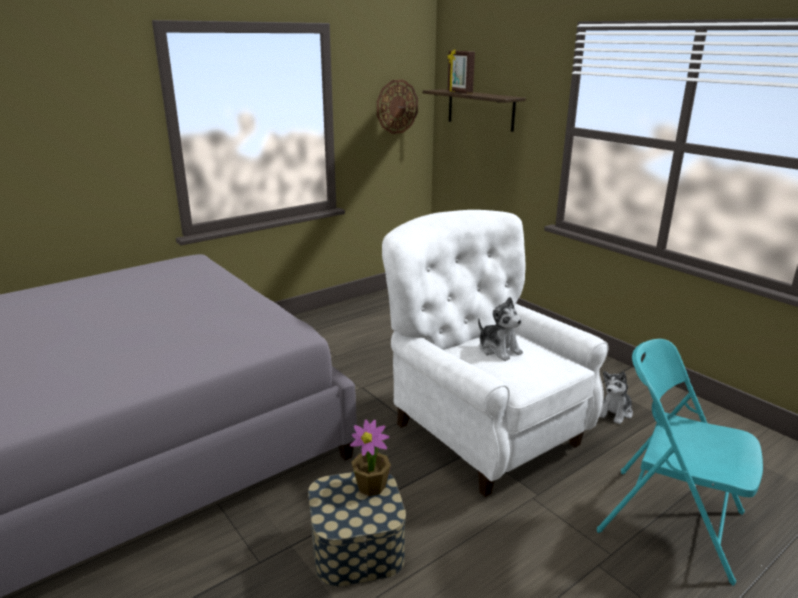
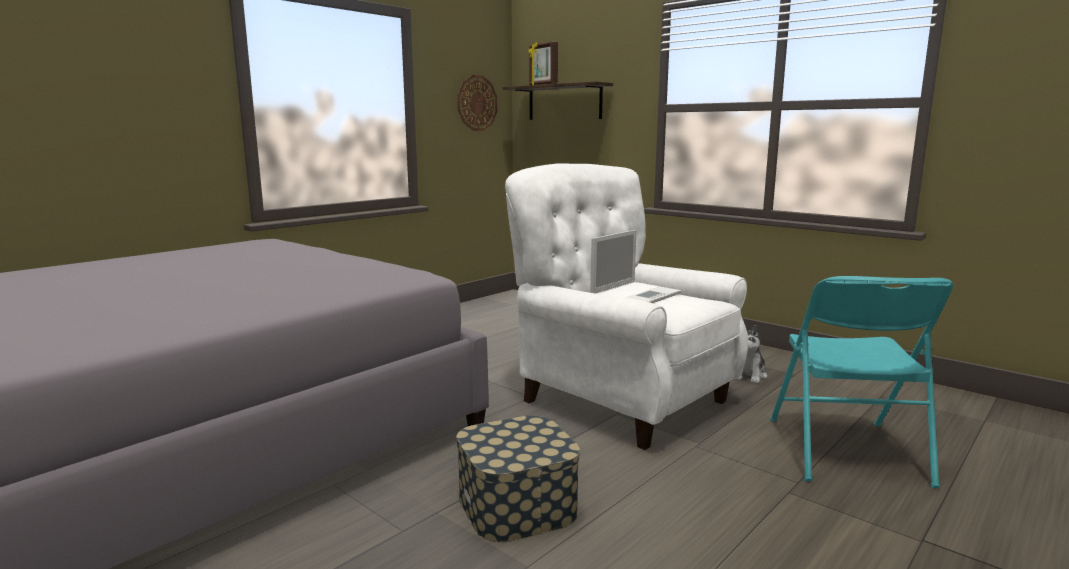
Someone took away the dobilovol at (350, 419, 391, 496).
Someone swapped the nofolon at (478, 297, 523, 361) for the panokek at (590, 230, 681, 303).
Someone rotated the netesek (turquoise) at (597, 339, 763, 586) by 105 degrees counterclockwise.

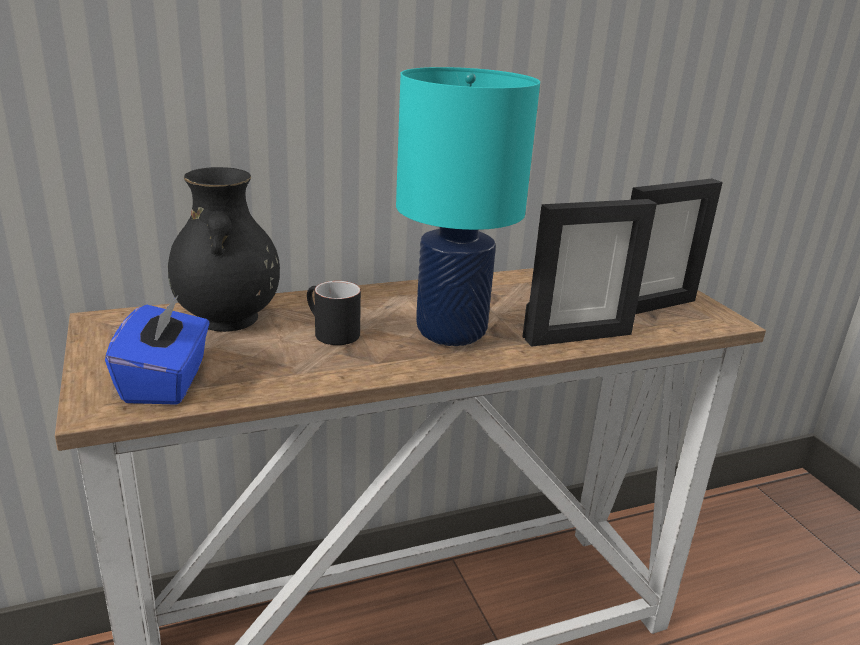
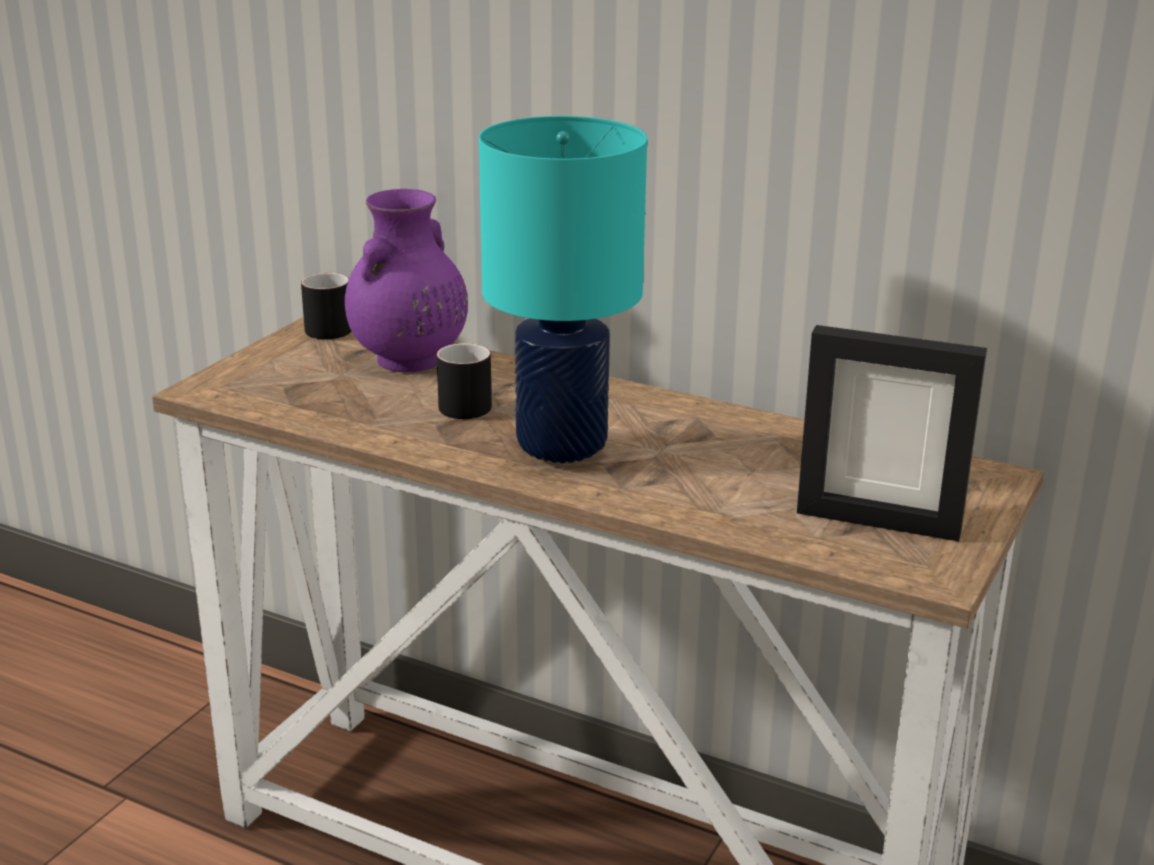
Someone took away the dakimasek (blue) at (105, 295, 209, 405).
Someone repainted the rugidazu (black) at (168, 167, 280, 332), which became the rugidazu (purple) at (345, 189, 468, 372).
Someone took away the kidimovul at (522, 199, 657, 347).
Someone put down the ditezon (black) at (301, 273, 351, 339).

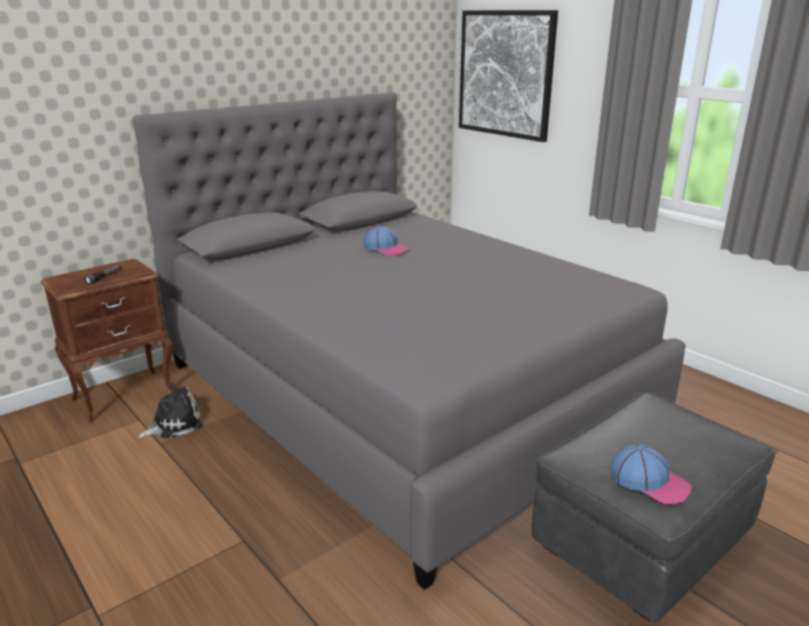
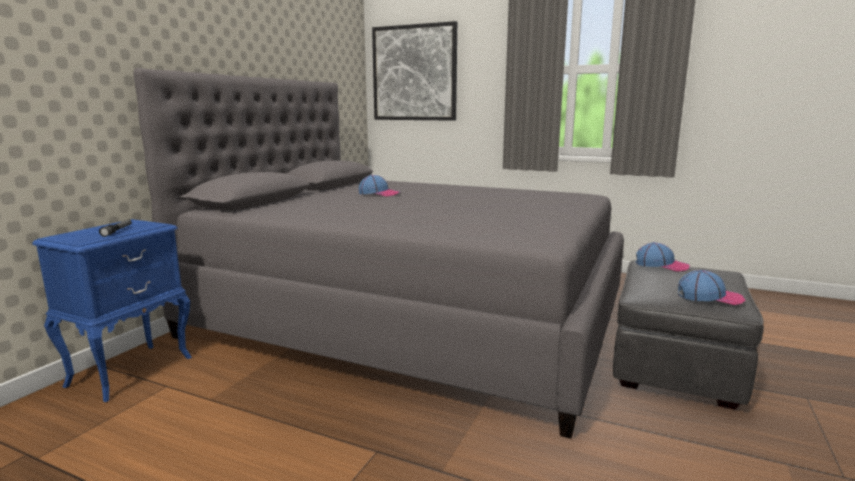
Someone repainted the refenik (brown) at (41, 259, 174, 424), which became the refenik (blue) at (32, 219, 192, 403).
Someone took away the nofolon at (138, 383, 203, 438).
Someone put down the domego at (635, 242, 690, 272).

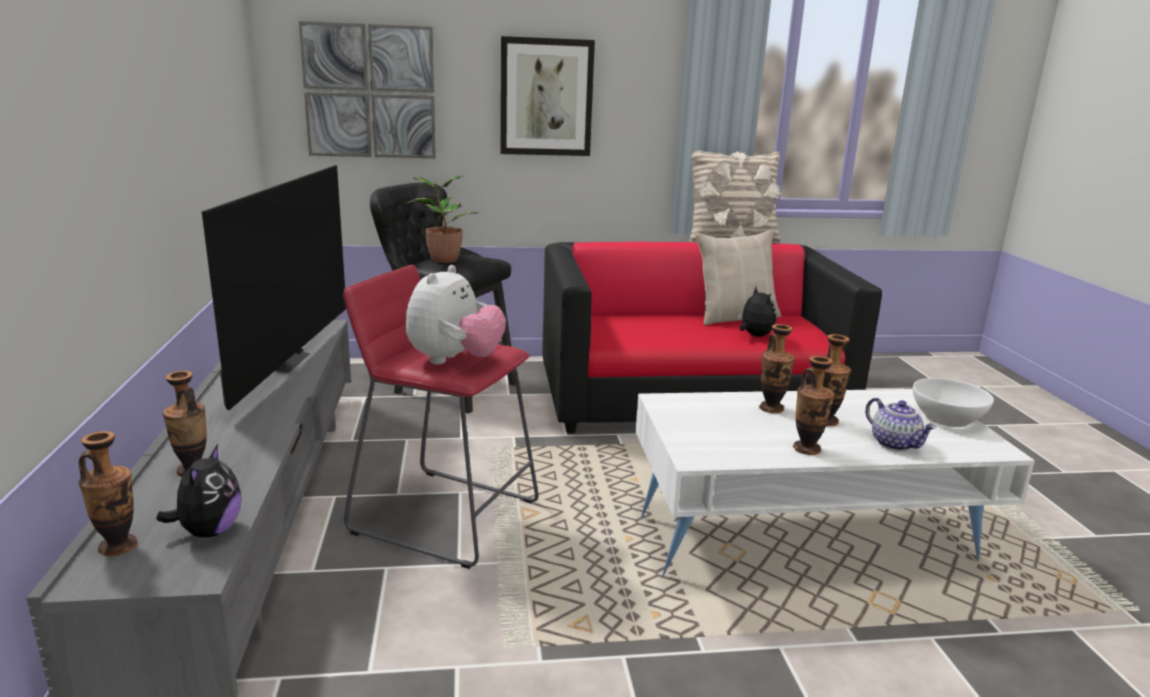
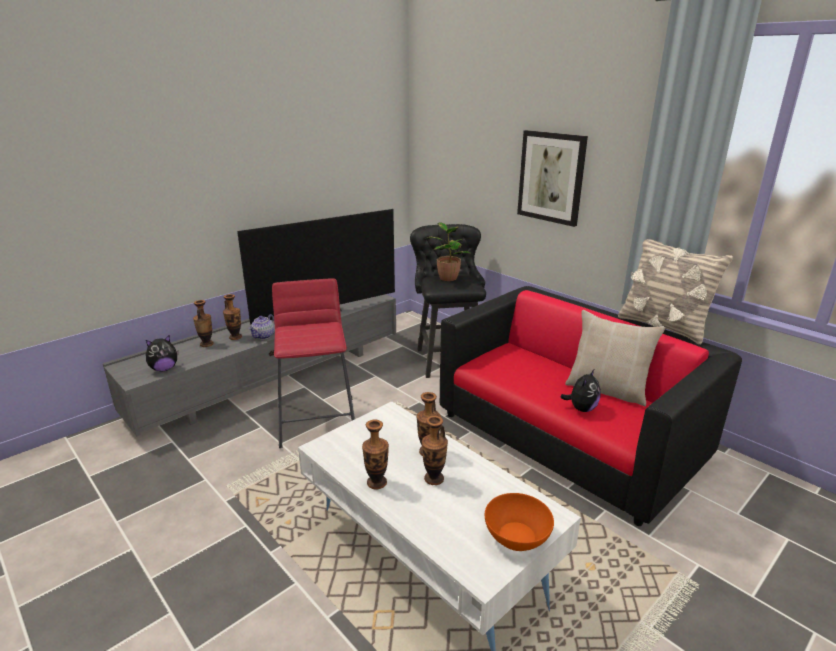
Someone carried the rugidazu from (79, 431, 137, 556) to (223, 294, 242, 340).
Someone took away the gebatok at (299, 21, 436, 158).
Someone took away the nofolon at (406, 265, 506, 364).
Someone carried the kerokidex from (865, 398, 936, 451) to (248, 314, 275, 340).
Someone repainted the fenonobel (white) at (913, 378, 994, 427), which became the fenonobel (orange) at (485, 493, 554, 551).

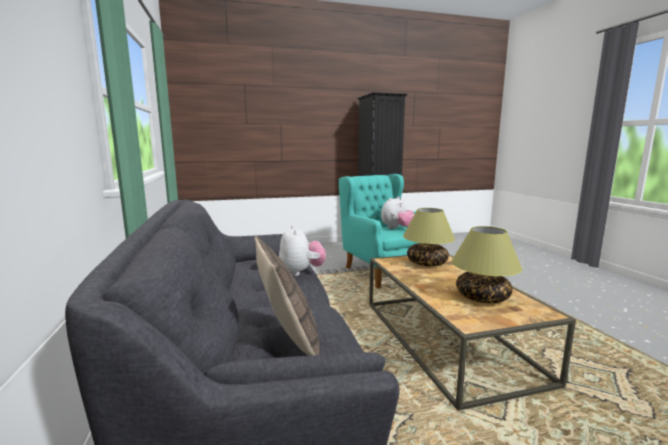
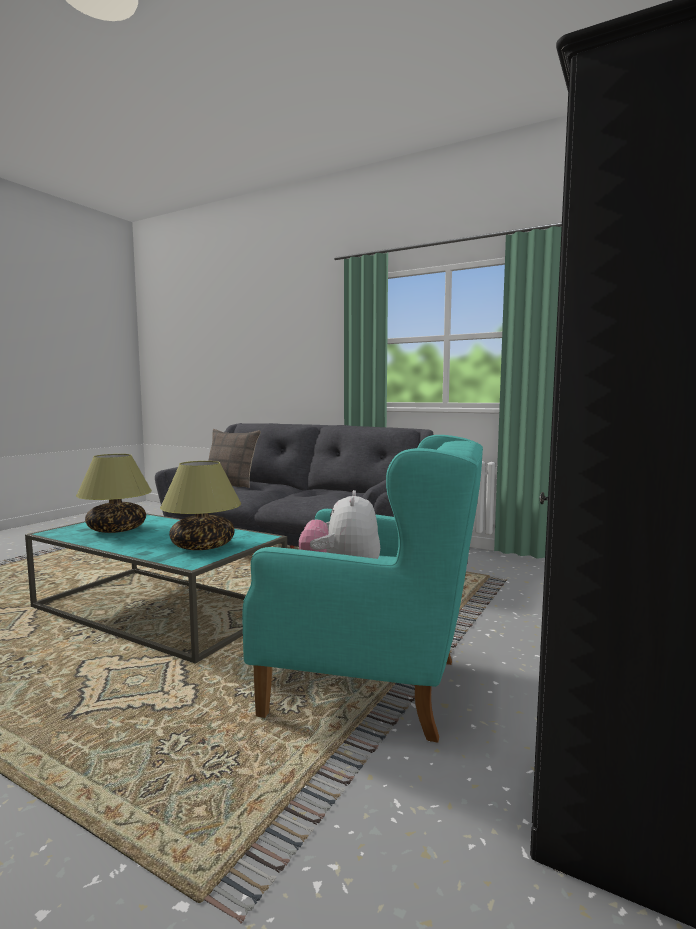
Someone took away the nofolon at (279, 225, 326, 276).
Someone repainted the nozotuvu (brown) at (369, 254, 576, 411), which became the nozotuvu (turquoise) at (25, 513, 287, 664).

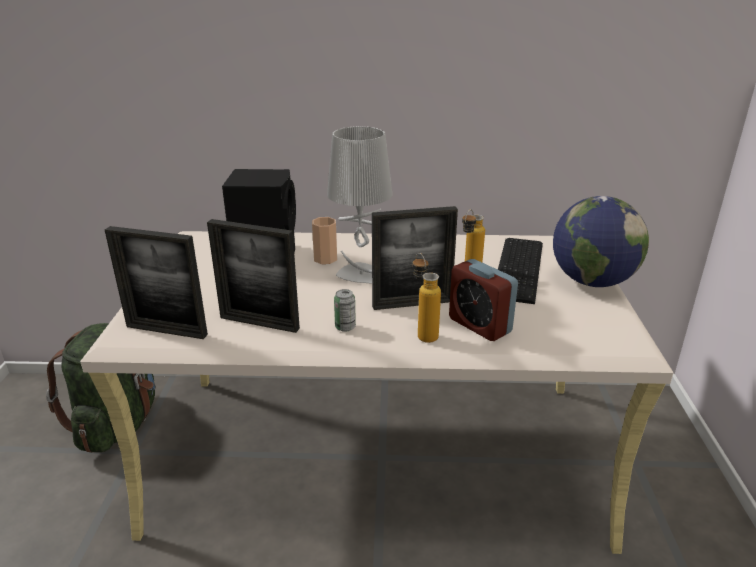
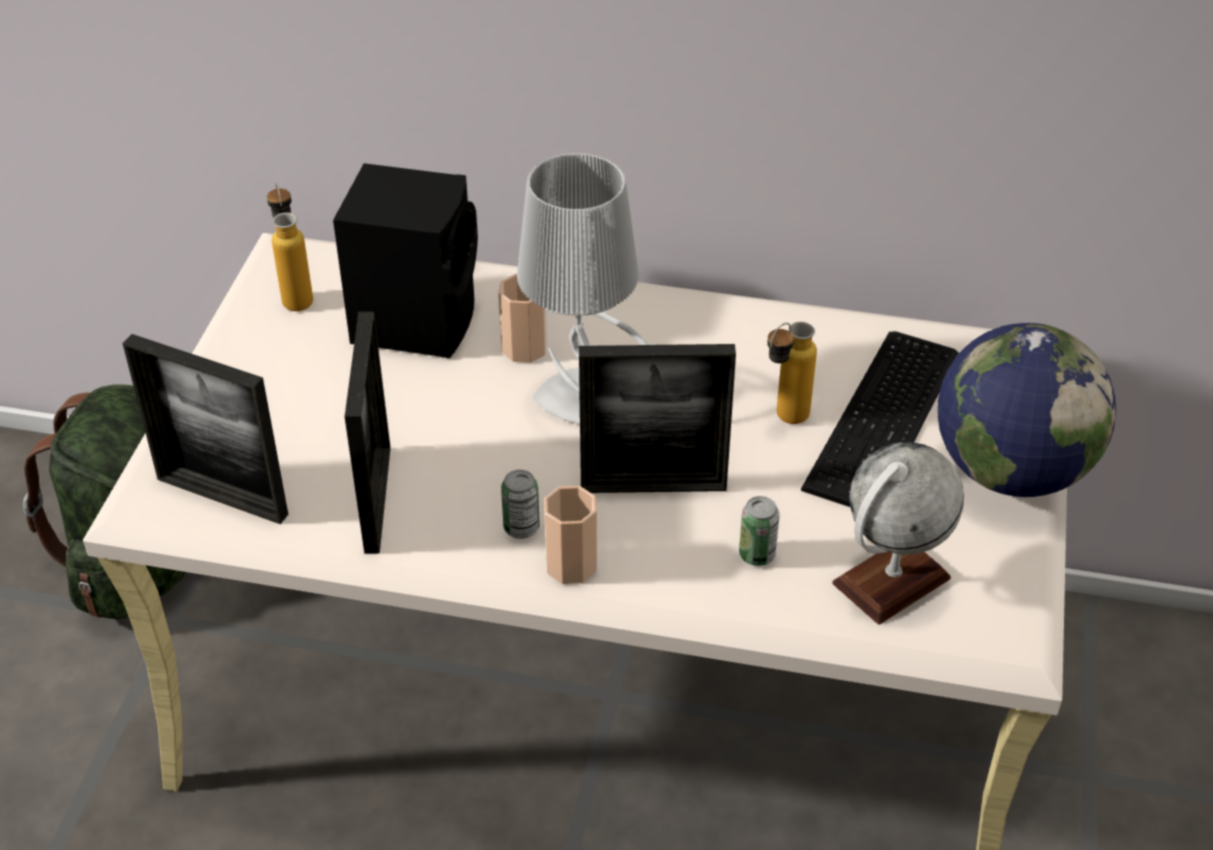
Someone rotated the kidimovul at (207, 219, 300, 333) by 120 degrees counterclockwise.
Someone carried the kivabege from (413, 253, 441, 343) to (267, 181, 313, 311).
Someone swapped the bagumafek at (449, 259, 518, 341) for the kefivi at (739, 496, 780, 566).
Someone put down the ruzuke at (544, 486, 597, 584).
Someone put down the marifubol at (832, 442, 964, 624).

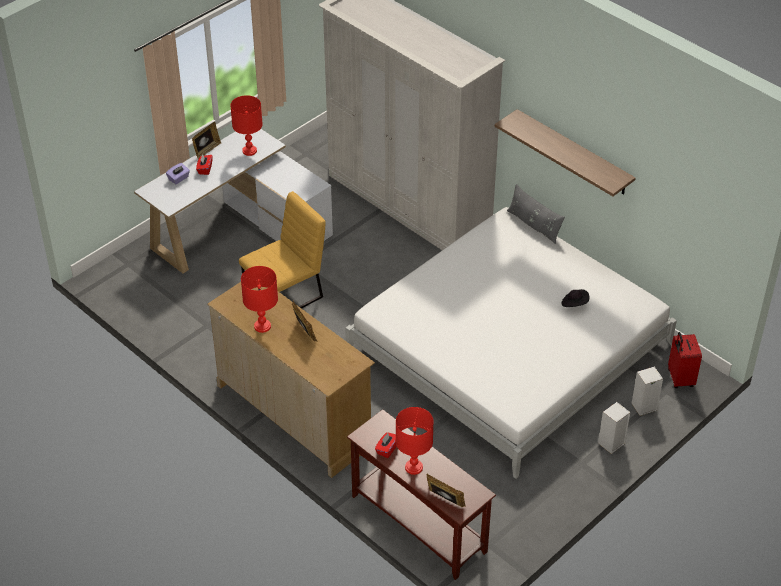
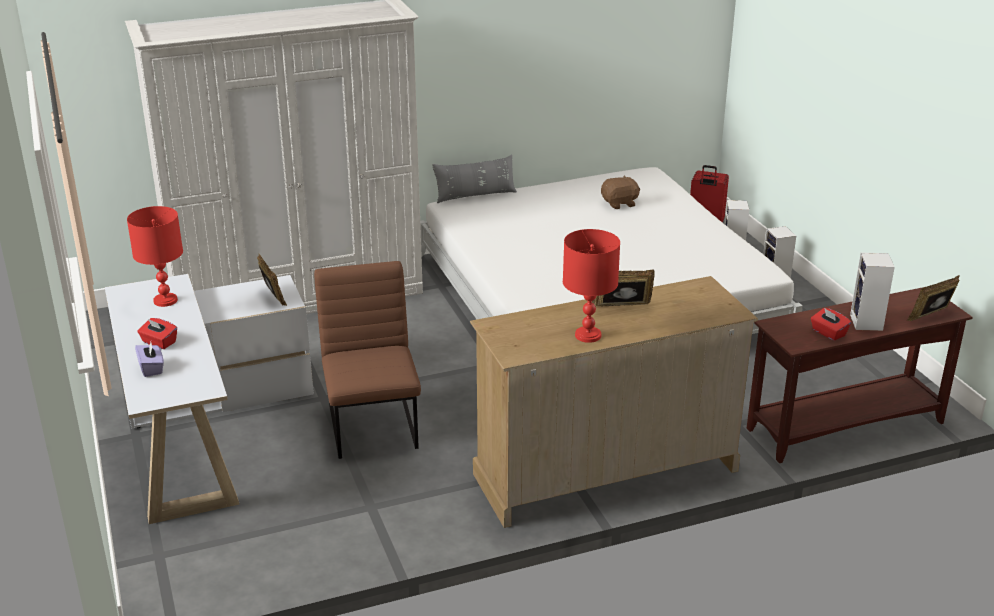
Someone carried the kidimovul from (192, 122, 221, 159) to (257, 254, 287, 306).
Someone repainted the netesek (yellow) at (239, 191, 326, 309), which became the netesek (brown) at (314, 261, 421, 459).
Someone swapped the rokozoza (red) at (396, 407, 433, 475) for the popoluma at (850, 253, 895, 331).
Someone took away the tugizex at (495, 109, 636, 196).
Someone swapped the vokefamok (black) at (561, 289, 590, 307) for the nofolon (brown) at (601, 176, 640, 209).

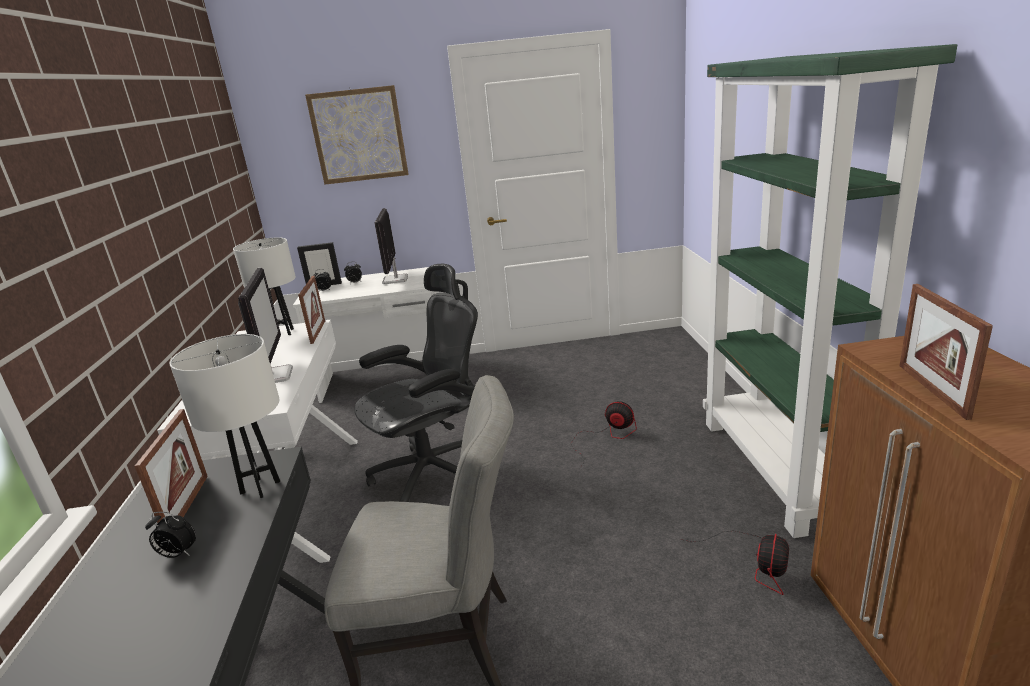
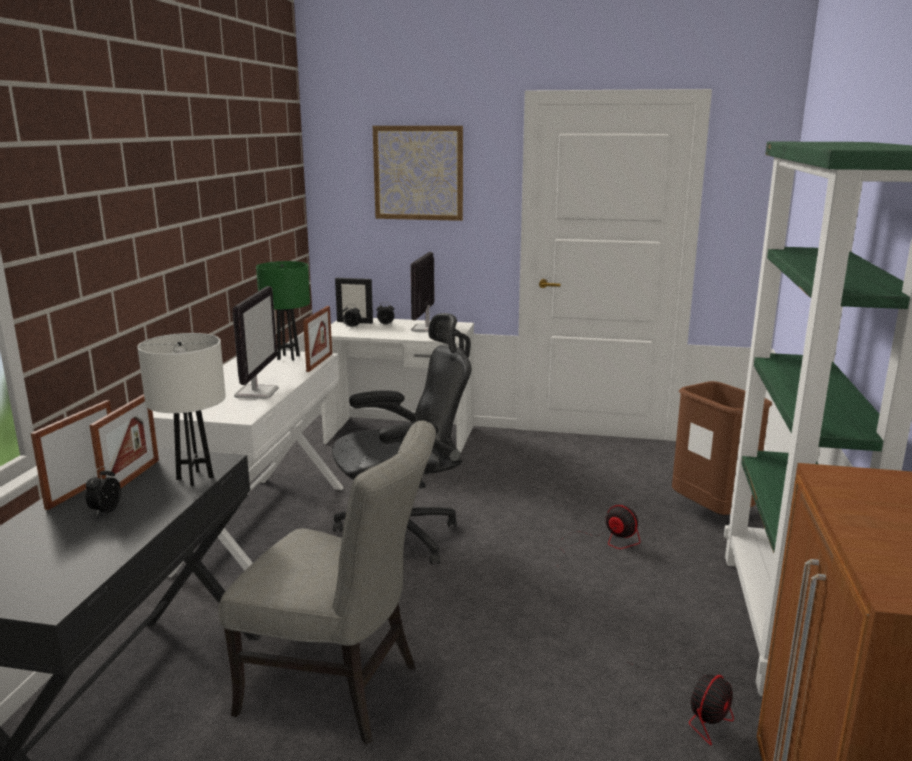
Someone rotated the bagumafek at (145, 512, 196, 558) by 75 degrees clockwise.
Someone repainted the rokozoza (white) at (233, 237, 296, 335), which became the rokozoza (green) at (256, 261, 310, 361).
Someone carried the kidimovul from (899, 284, 993, 420) to (31, 400, 111, 510).
Someone put down the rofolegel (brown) at (672, 381, 772, 515).

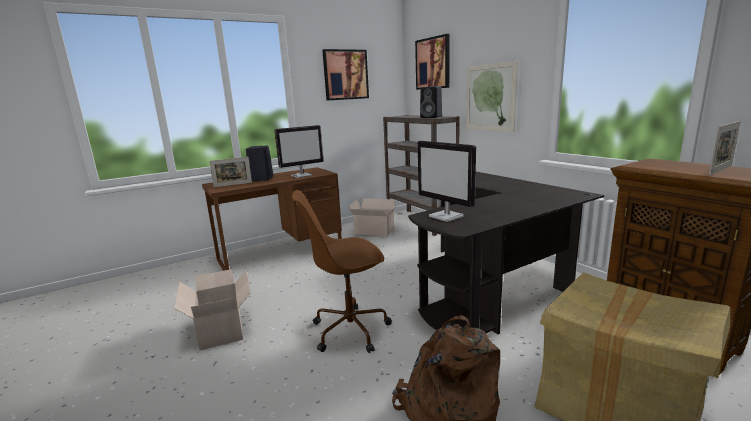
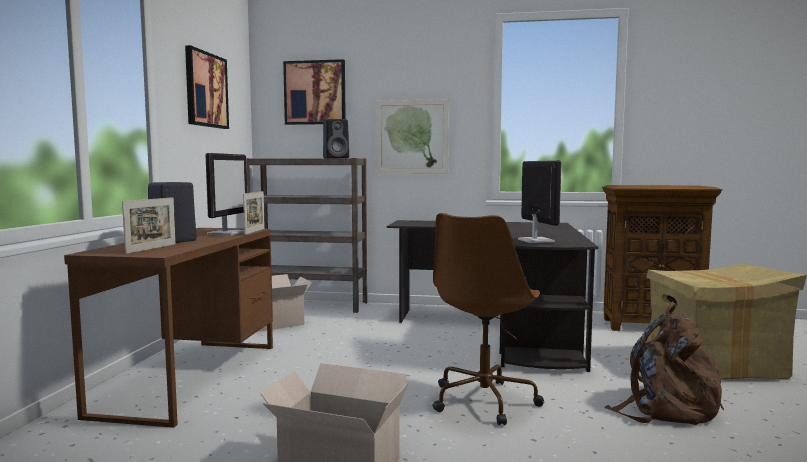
Someone rotated the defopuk at (418, 141, 476, 222) by 105 degrees counterclockwise.
Someone carried the kidimovul from (709, 121, 741, 175) to (243, 191, 265, 235).

